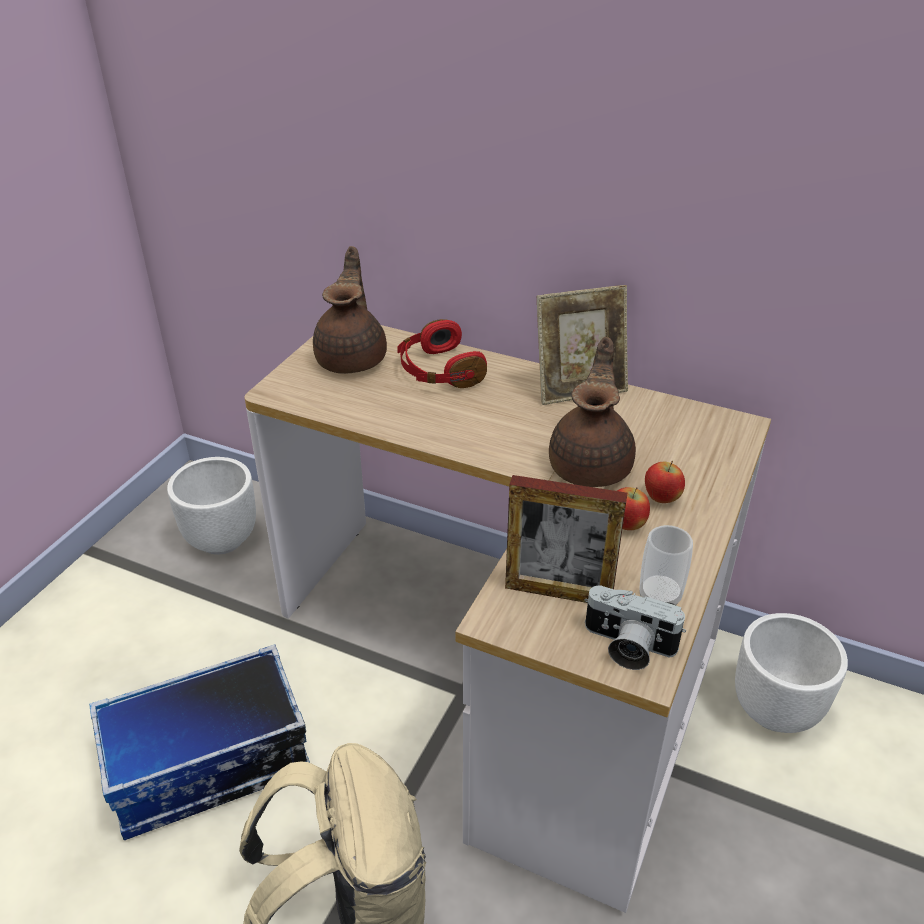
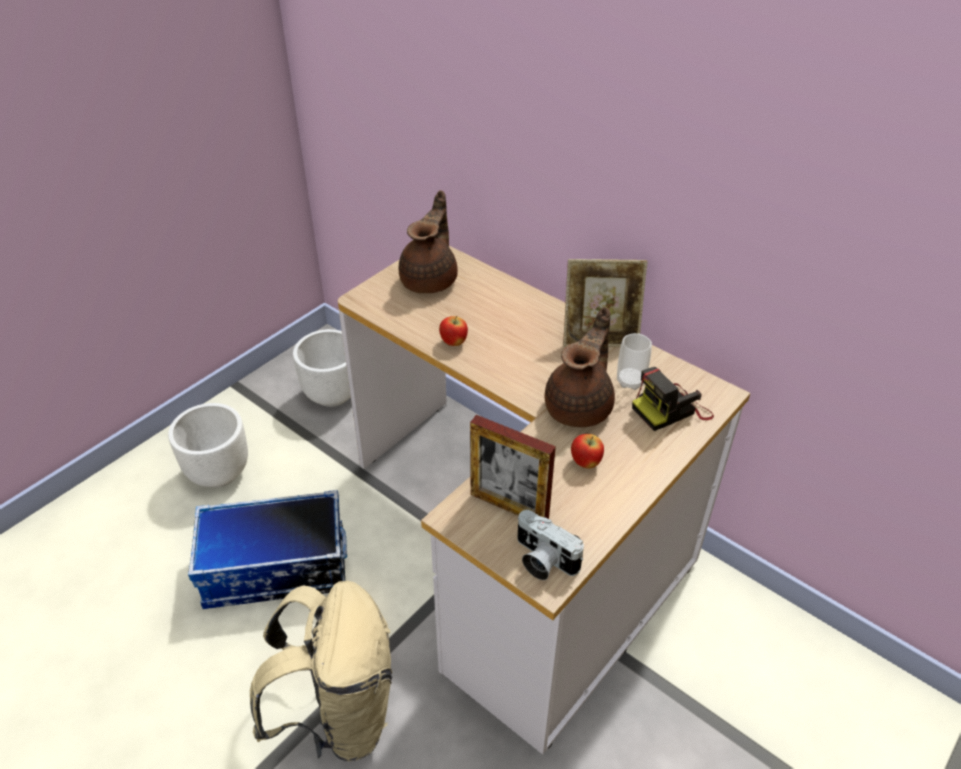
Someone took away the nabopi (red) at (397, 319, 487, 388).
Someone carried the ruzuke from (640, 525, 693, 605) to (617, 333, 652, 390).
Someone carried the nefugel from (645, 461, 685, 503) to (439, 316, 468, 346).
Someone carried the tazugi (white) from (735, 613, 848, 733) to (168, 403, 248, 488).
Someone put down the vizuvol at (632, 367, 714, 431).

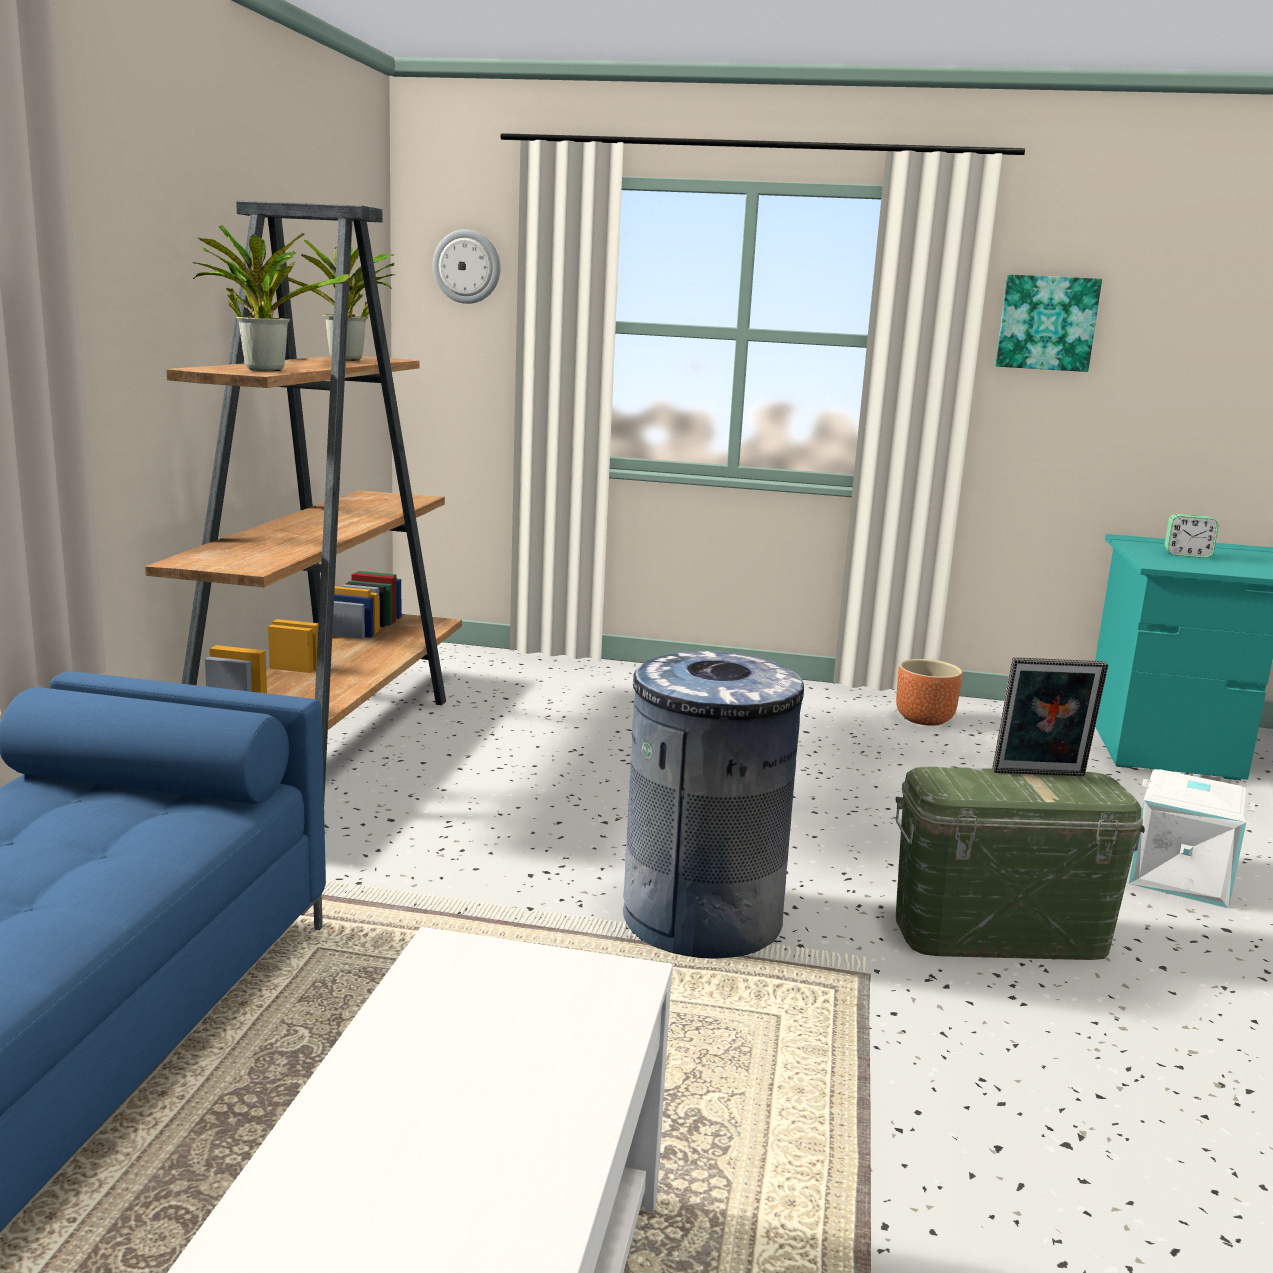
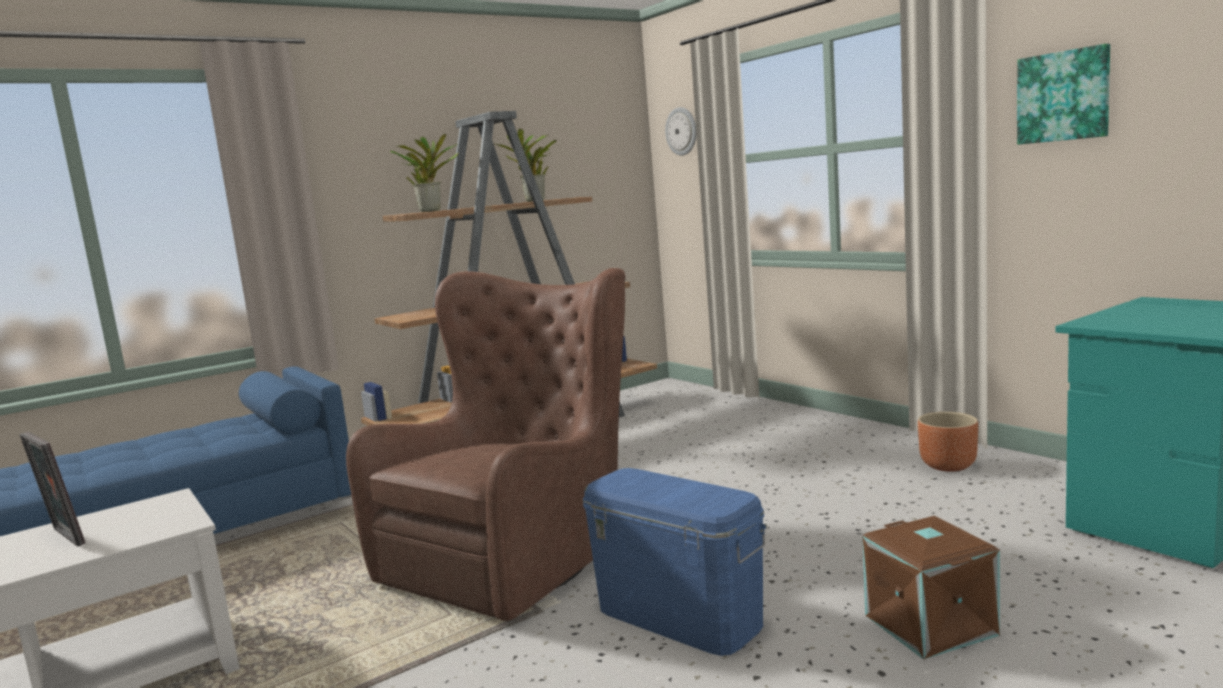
Someone swapped the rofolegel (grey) at (623, 651, 804, 959) for the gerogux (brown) at (346, 268, 626, 621).
Someone repainted the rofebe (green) at (896, 767, 1145, 960), which became the rofebe (blue) at (583, 468, 767, 656).
Someone carried the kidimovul from (992, 657, 1108, 776) to (19, 432, 85, 546).
Someone repainted the rofebe (white) at (1129, 769, 1255, 908), which became the rofebe (brown) at (863, 516, 1000, 660).
Someone took away the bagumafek at (1165, 514, 1219, 558).

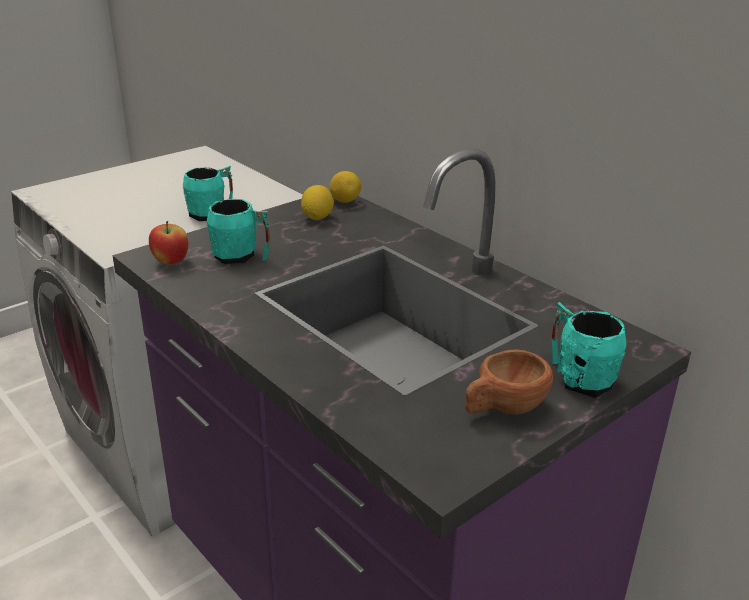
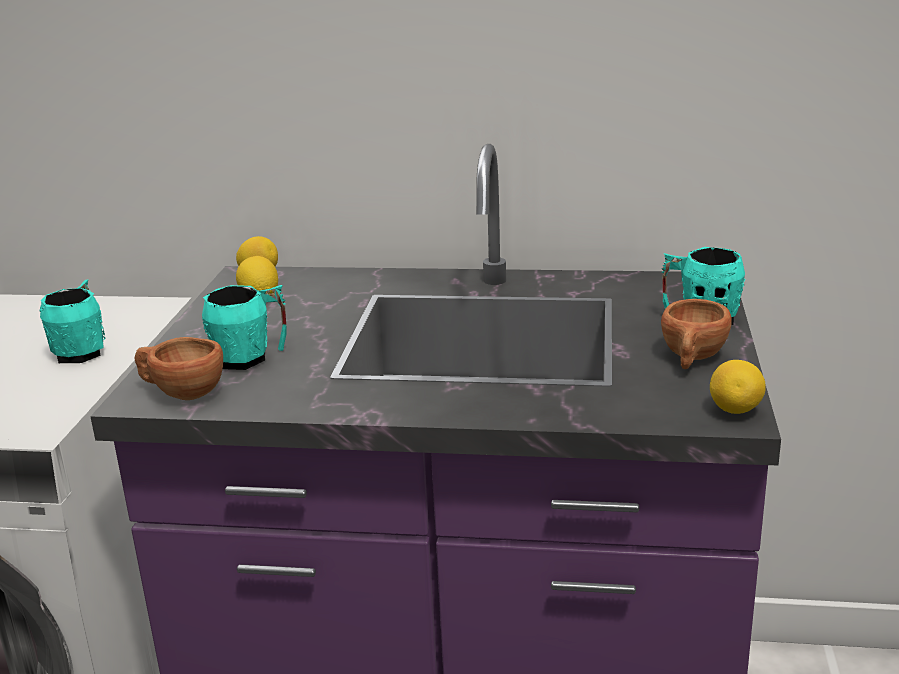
Someone swapped the nefugel at (149, 221, 188, 265) for the ruzuke (brown) at (135, 337, 223, 400).
Someone put down the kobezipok at (710, 360, 766, 414).

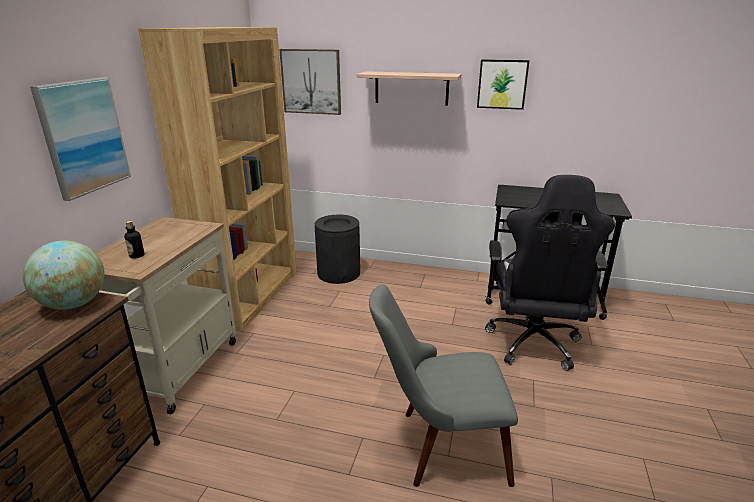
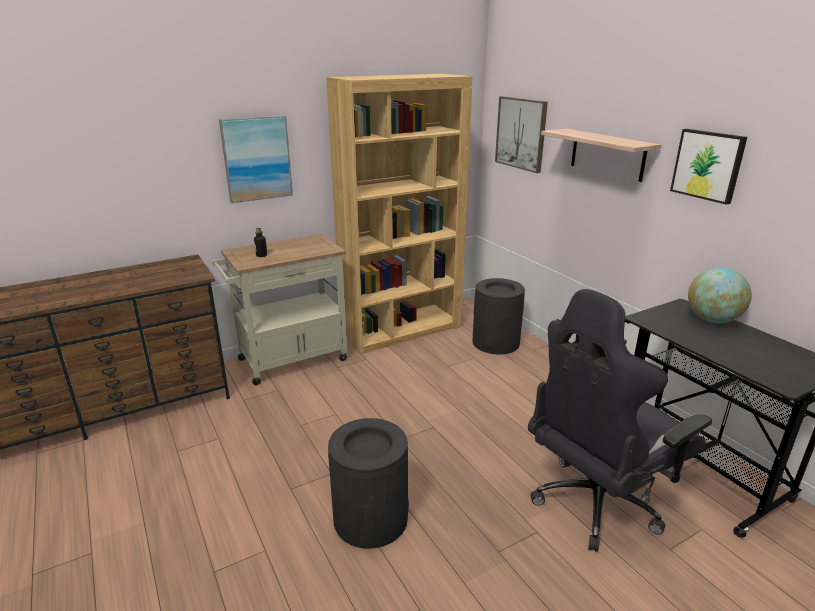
Someone carried the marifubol from (23, 241, 105, 309) to (688, 268, 752, 323).
Someone swapped the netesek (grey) at (369, 285, 518, 487) for the rofolegel (black) at (328, 418, 409, 549).

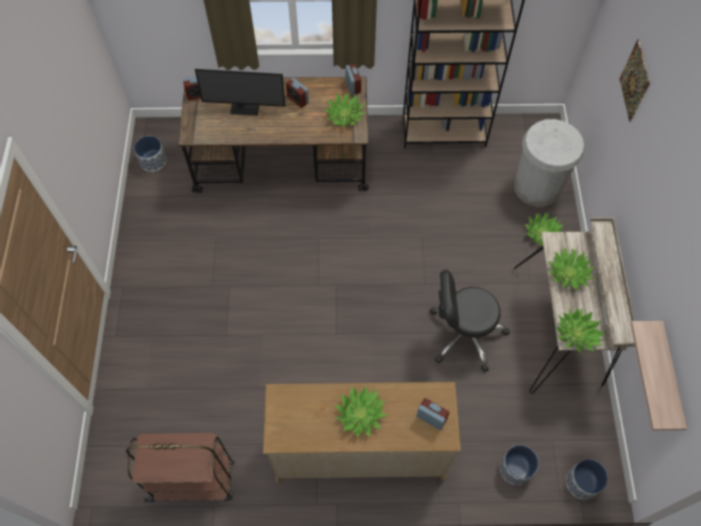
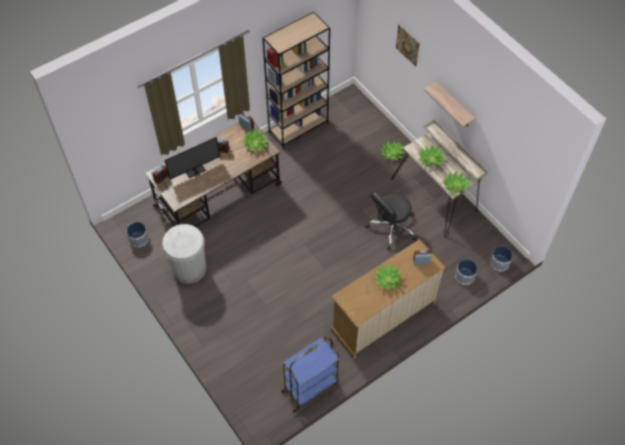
Someone repainted the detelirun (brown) at (126, 433, 234, 503), which became the detelirun (blue) at (281, 337, 339, 413).
Someone carried the rofolegel (white) from (514, 119, 584, 207) to (162, 224, 206, 284).
Someone carried the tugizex from (631, 321, 687, 430) to (424, 82, 476, 127).

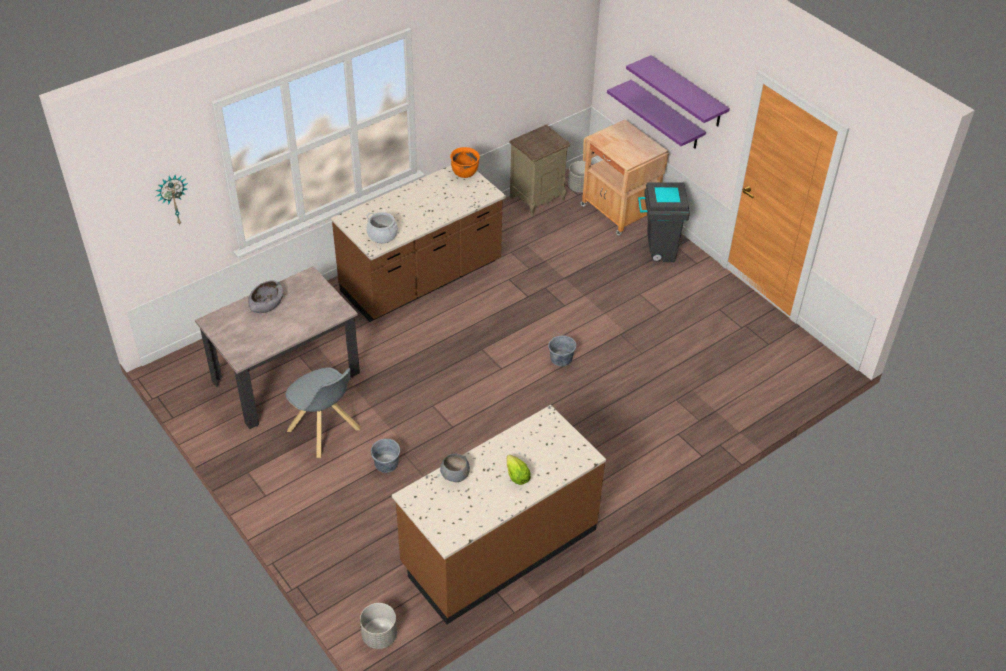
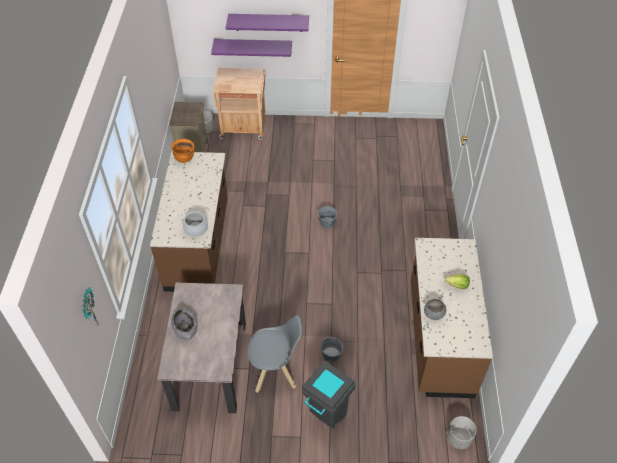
Someone carried the rofolegel (grey) from (638, 182, 690, 262) to (302, 360, 355, 428).

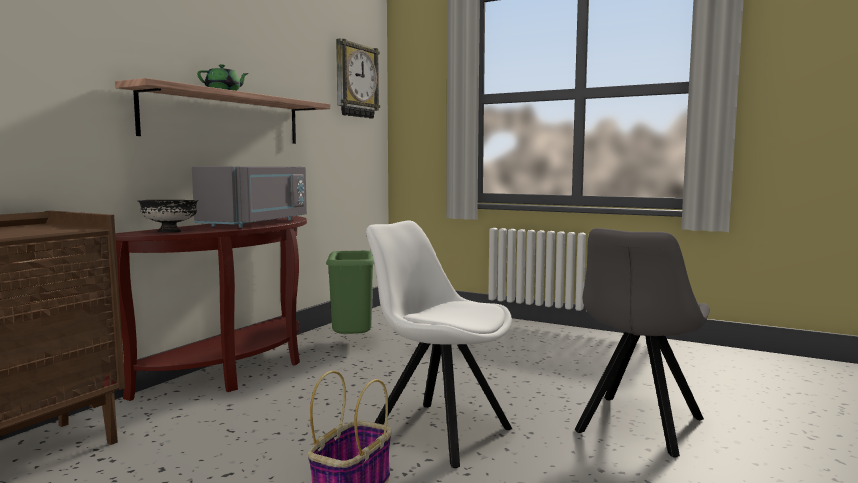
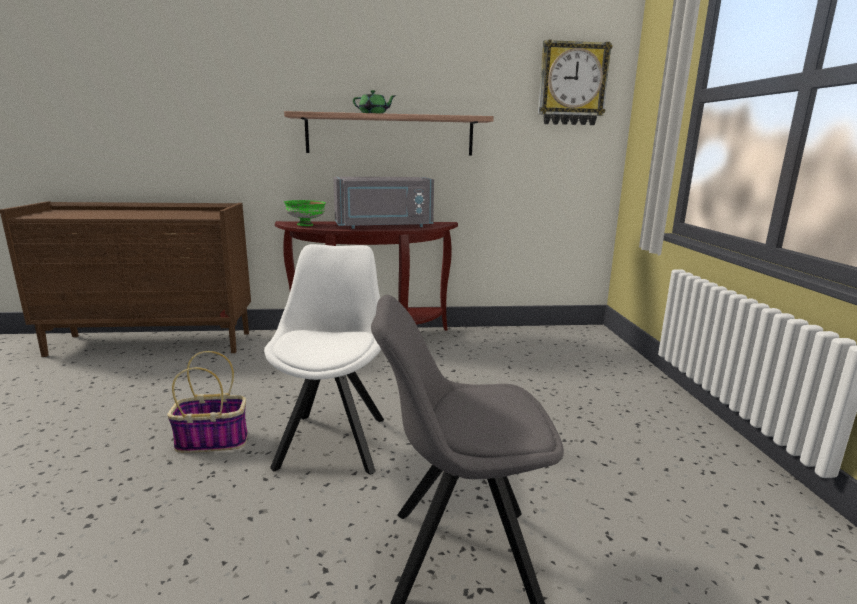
Someone repainted the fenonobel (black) at (138, 200, 199, 232), which became the fenonobel (green) at (284, 200, 326, 226).
Someone took away the rofolegel (green) at (326, 251, 374, 334).

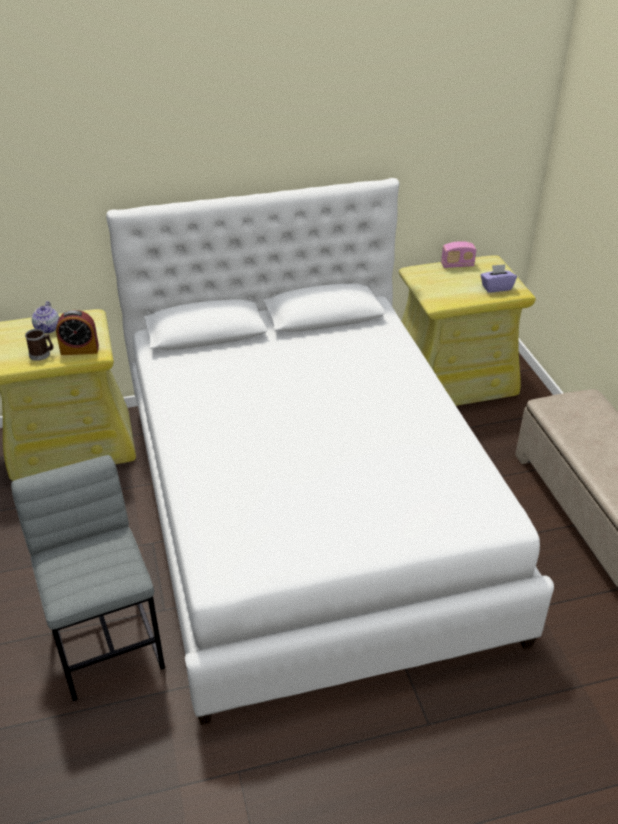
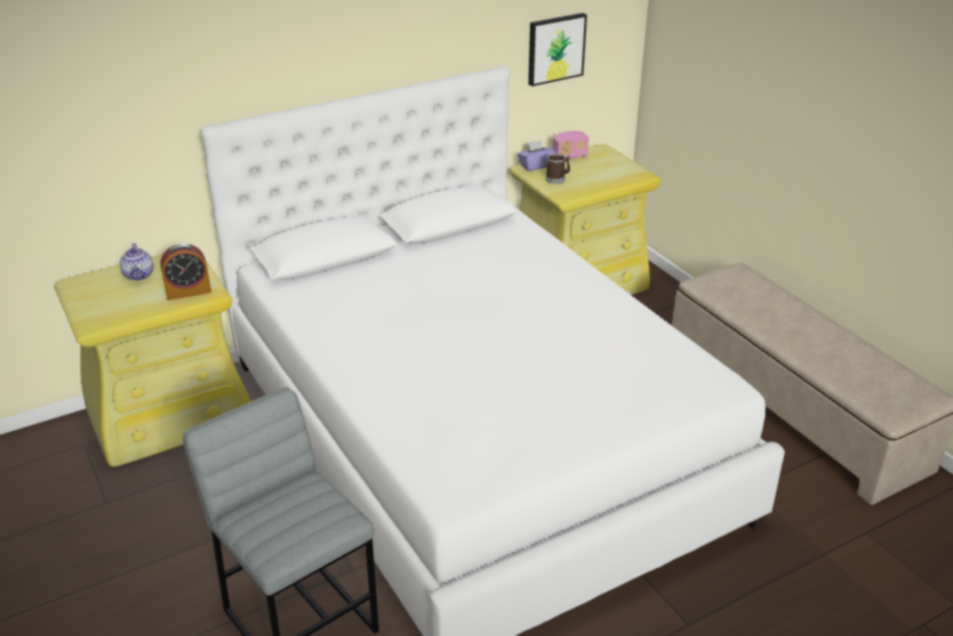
Someone carried the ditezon from (25, 329, 54, 361) to (545, 153, 570, 184).
Someone carried the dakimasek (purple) from (481, 264, 517, 293) to (518, 140, 555, 171).
Someone put up the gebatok at (528, 13, 587, 86).

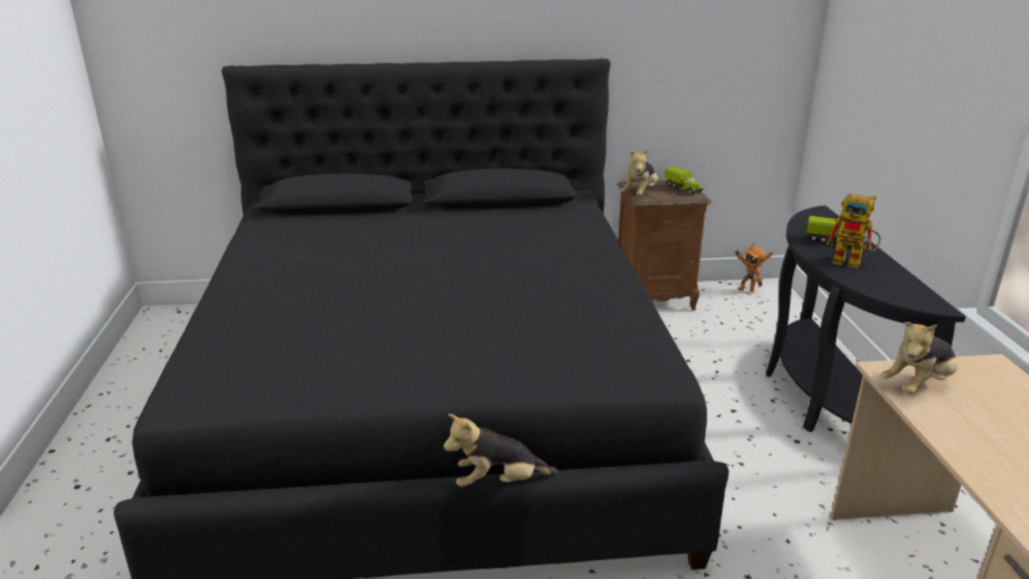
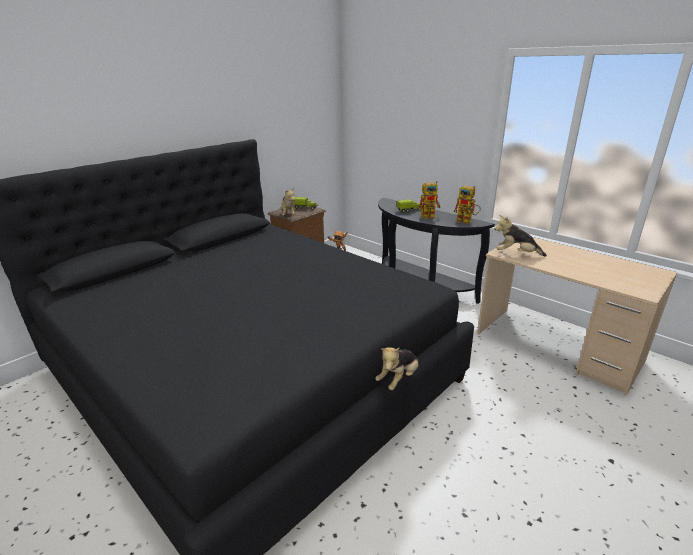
Someone rotated the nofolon at (881, 322, 958, 394) by 90 degrees clockwise.
Someone put down the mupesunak at (453, 186, 481, 224).

